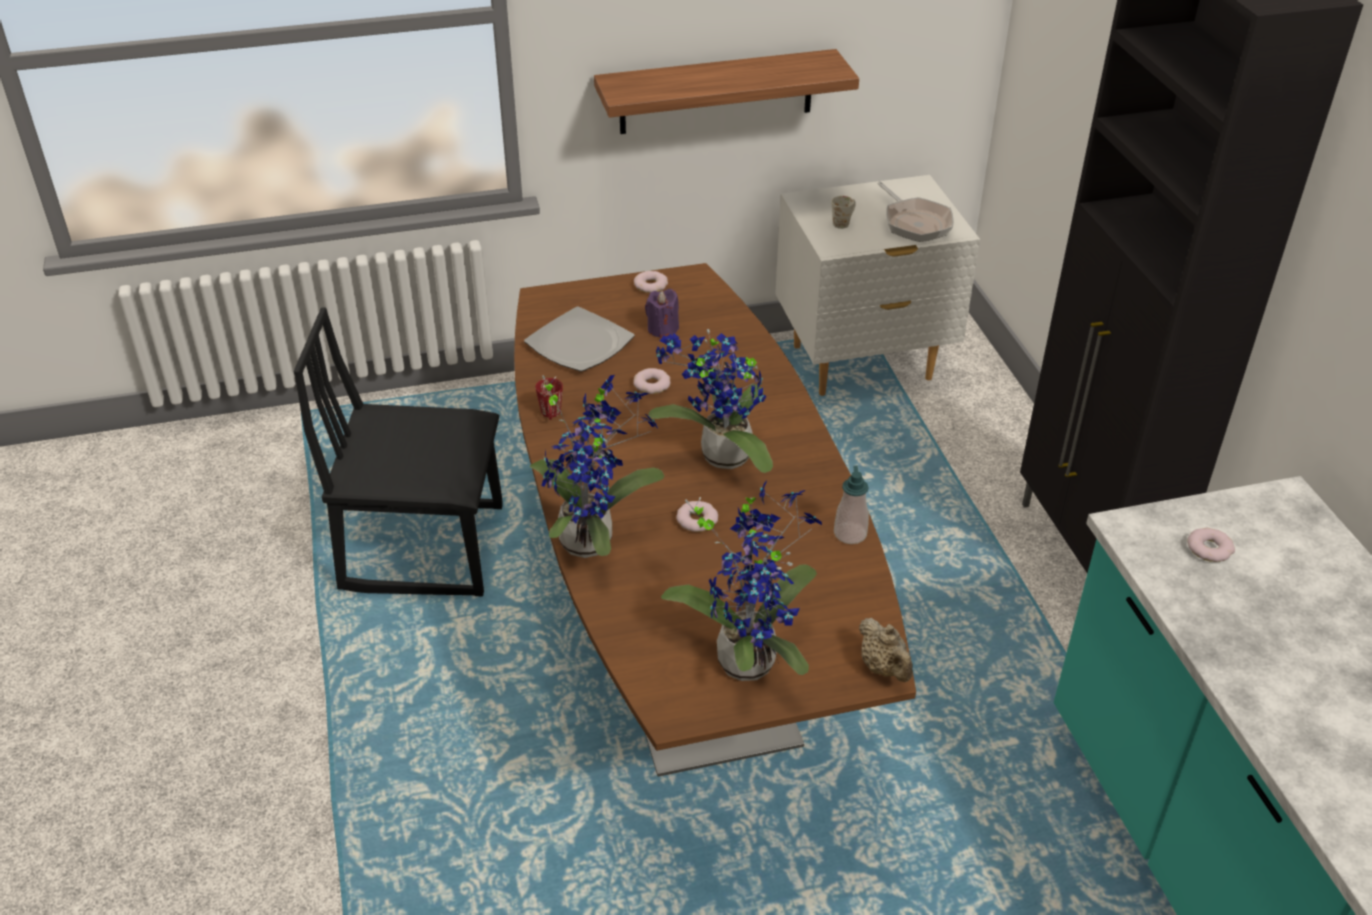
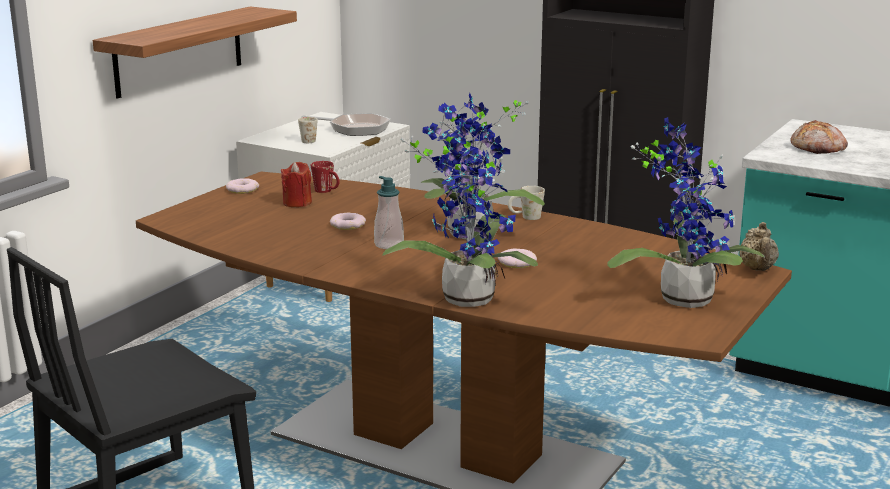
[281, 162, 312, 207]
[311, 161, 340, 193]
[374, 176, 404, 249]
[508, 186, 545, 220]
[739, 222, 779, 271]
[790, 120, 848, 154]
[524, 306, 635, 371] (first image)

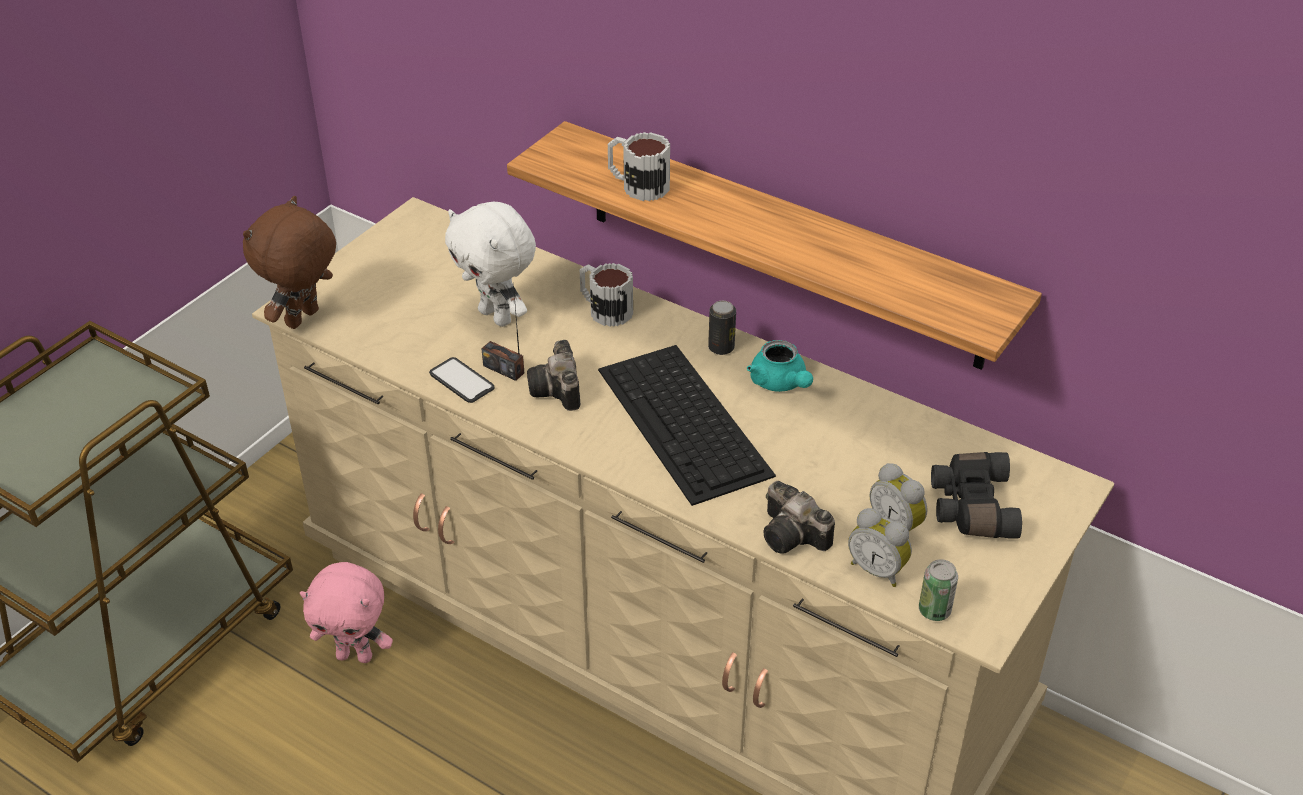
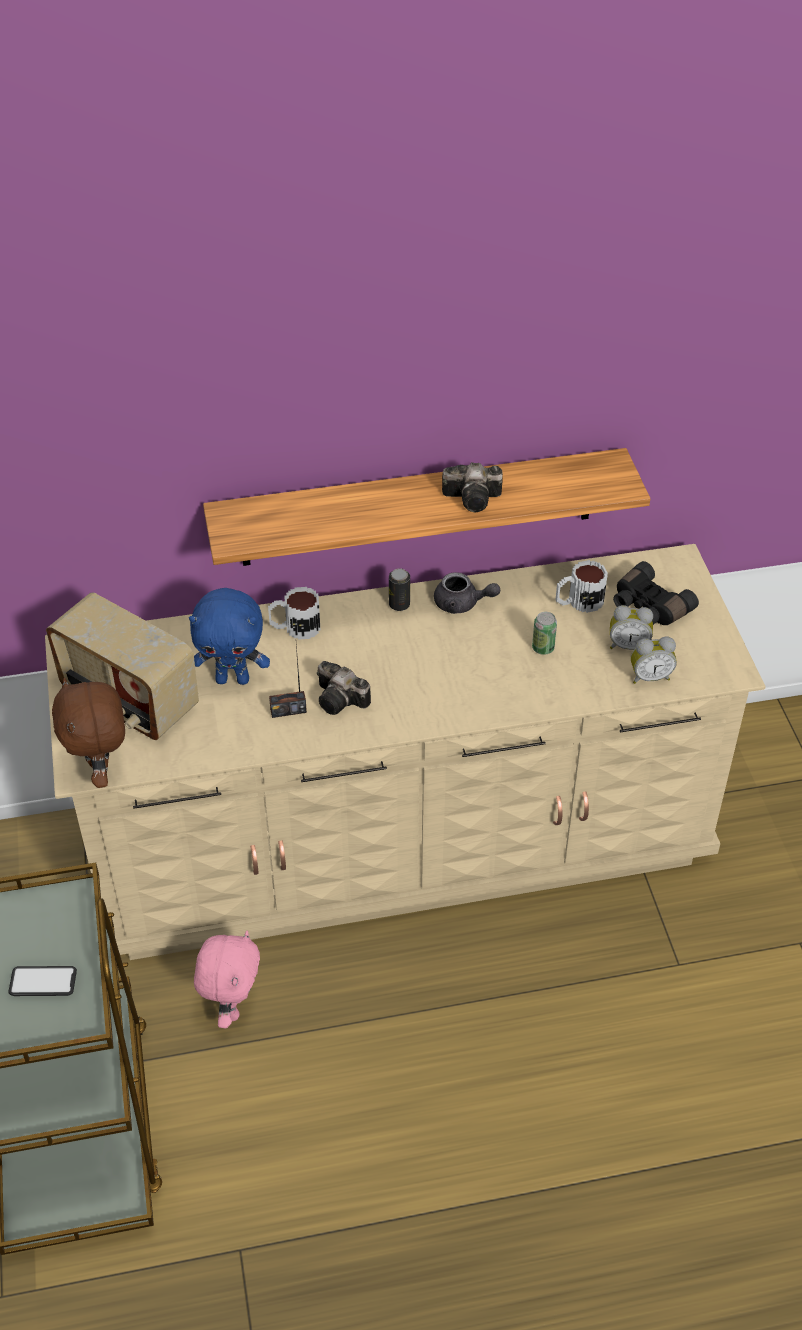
[8, 966, 77, 996]
[46, 592, 199, 740]
[189, 588, 270, 685]
[194, 930, 260, 1029]
[434, 572, 500, 614]
[442, 462, 503, 512]
[532, 612, 557, 655]
[555, 560, 608, 613]
[598, 345, 776, 506] (first image)

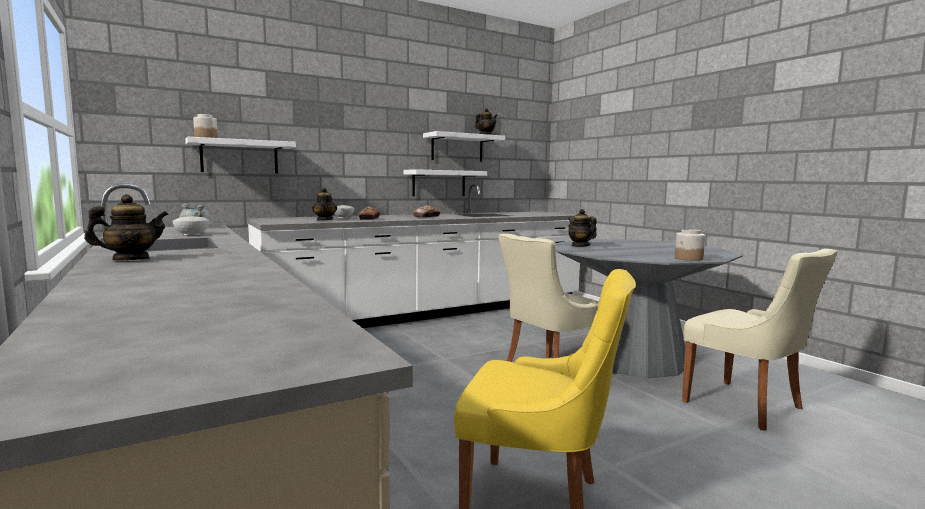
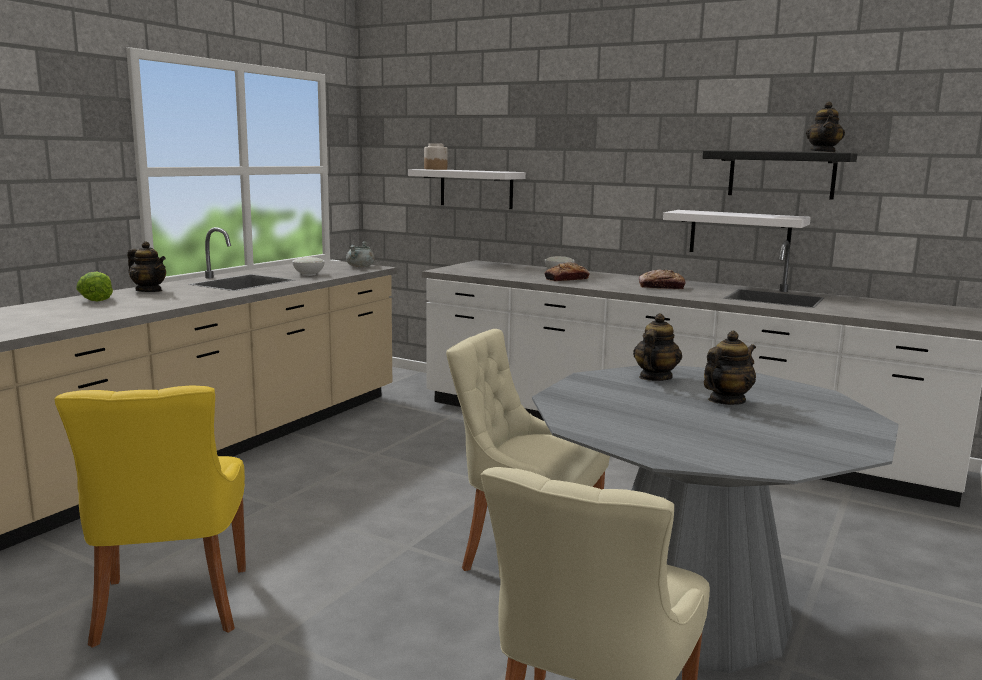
[76, 272, 113, 302]
[702, 151, 857, 199]
[704, 331, 756, 405]
[675, 229, 705, 261] (first image)

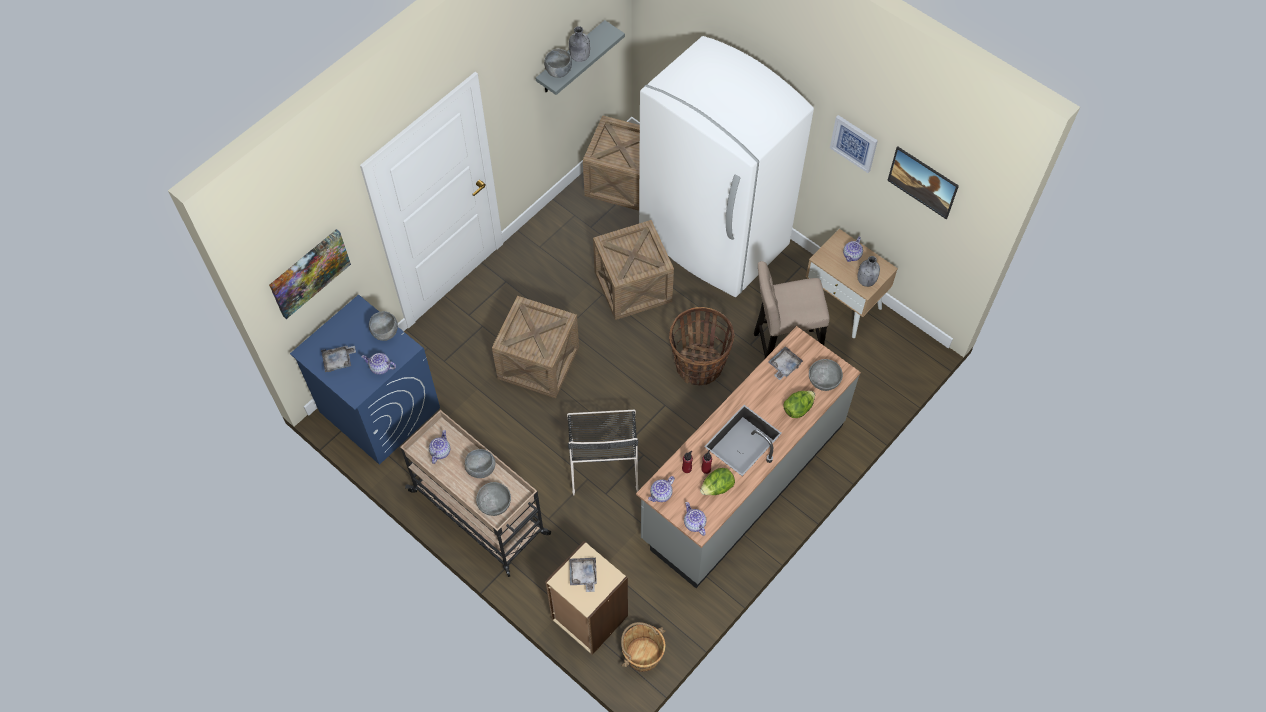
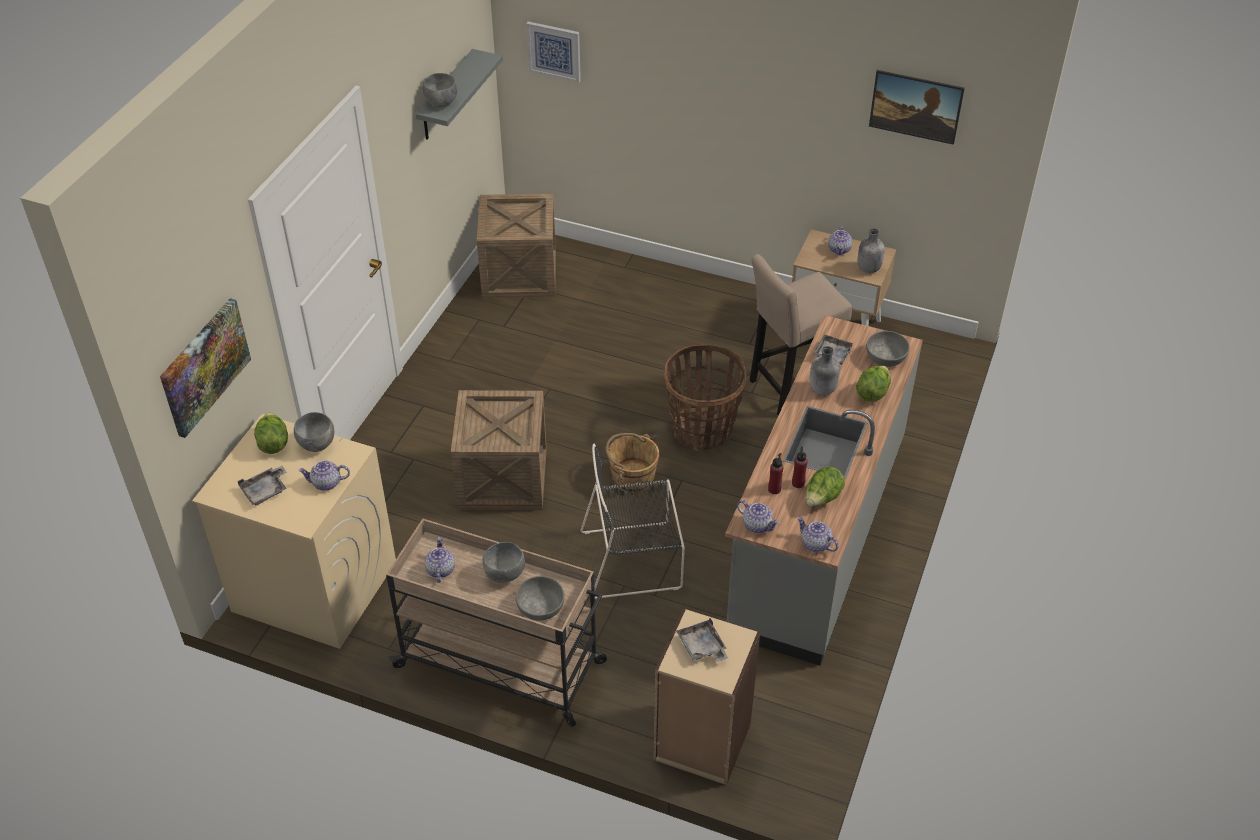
[192, 414, 396, 649]
[254, 413, 288, 454]
[526, 21, 581, 83]
[580, 444, 685, 599]
[606, 433, 659, 493]
[737, 500, 780, 533]
[810, 346, 840, 395]
[593, 220, 674, 320] (first image)
[639, 36, 814, 297] (first image)

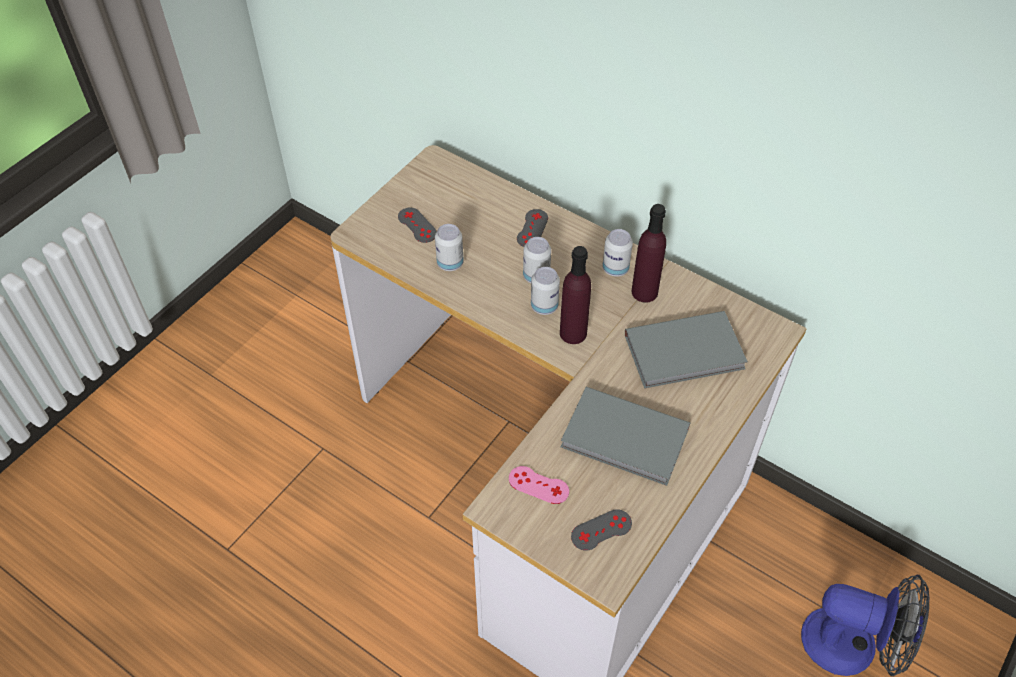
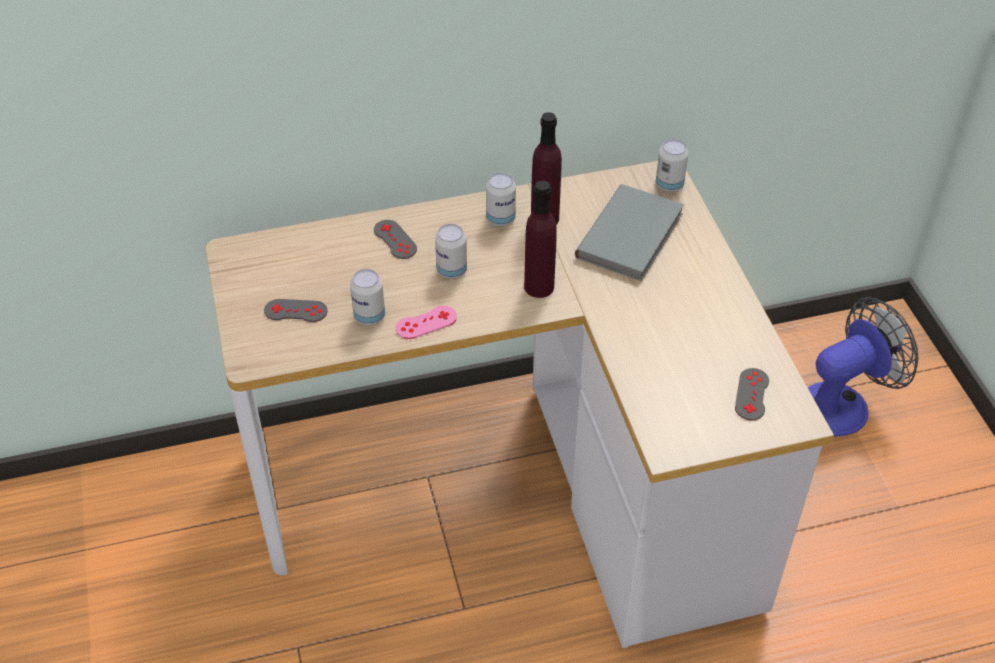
[396, 306, 457, 339]
[656, 139, 688, 192]
[561, 387, 690, 486] (first image)

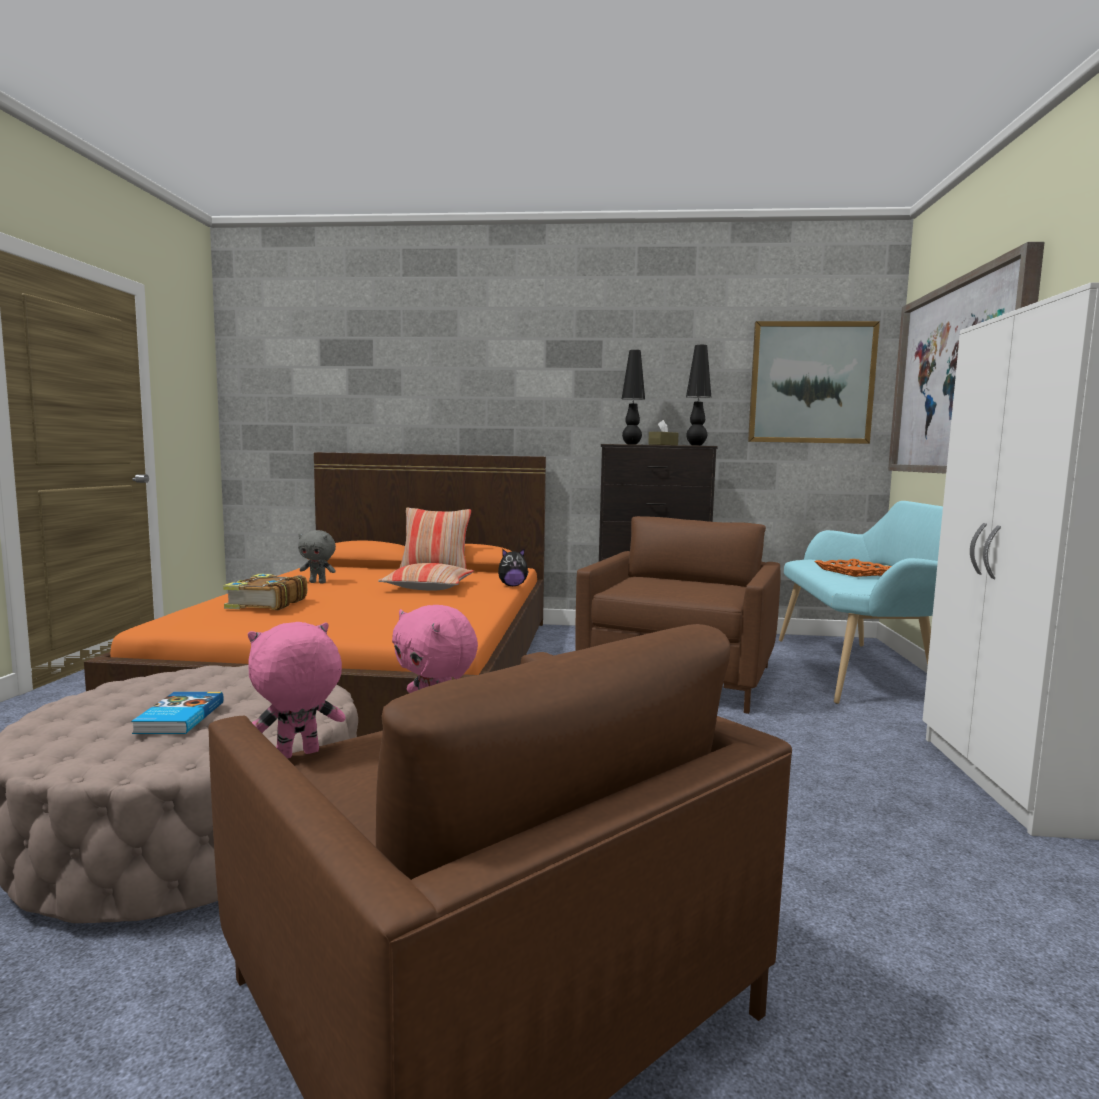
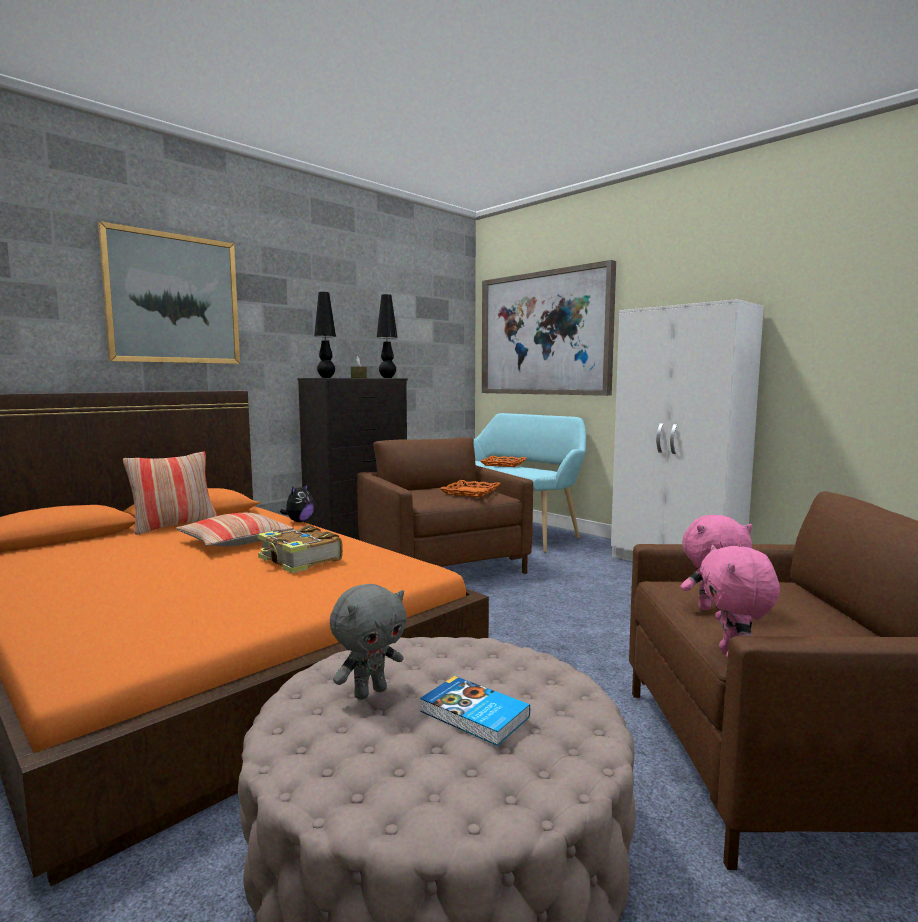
[98, 221, 240, 364]
[257, 525, 343, 573]
[330, 584, 407, 700]
[440, 480, 501, 497]

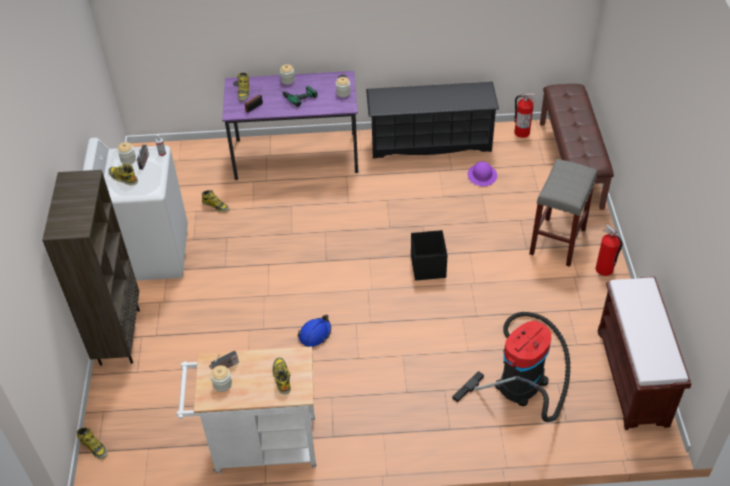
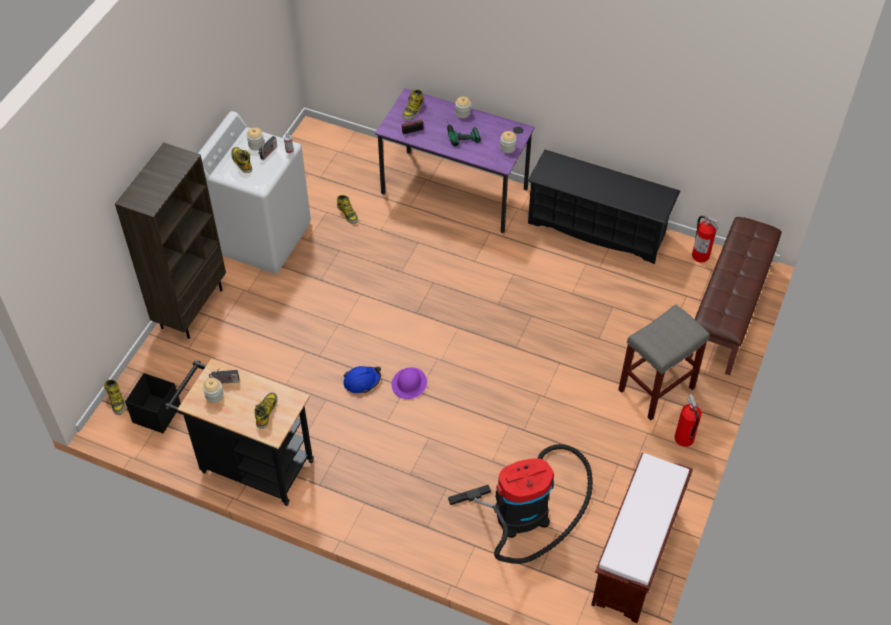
[125, 373, 181, 433]
[164, 359, 314, 506]
[391, 367, 427, 399]

